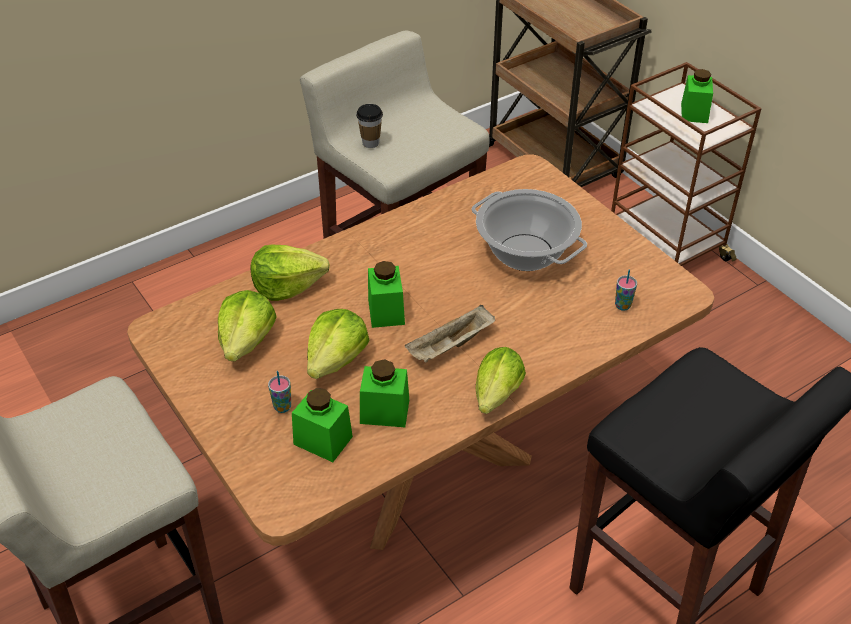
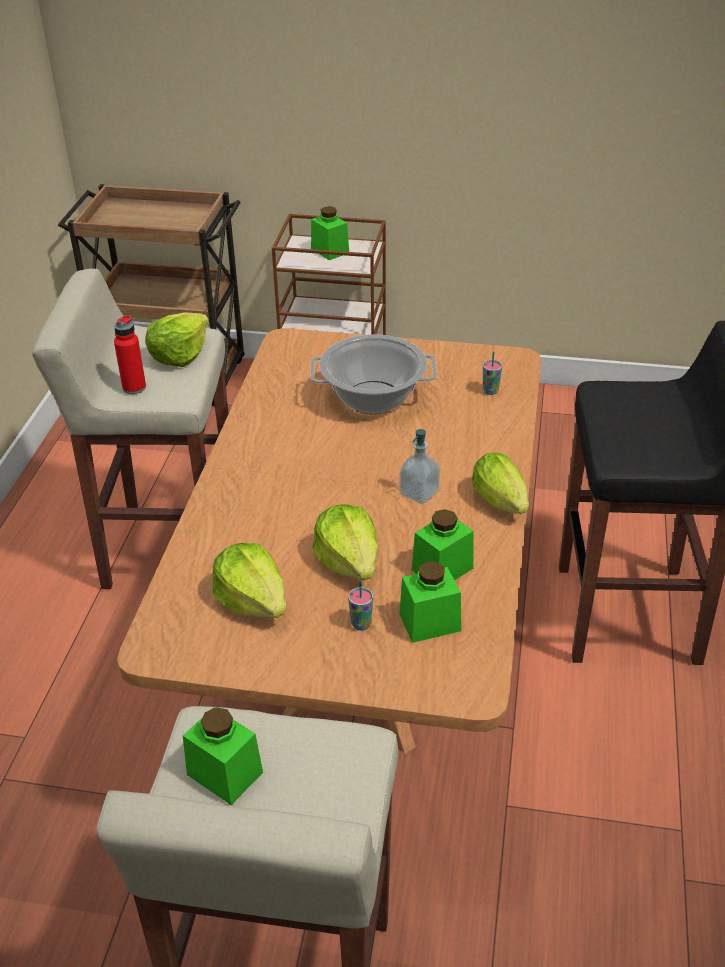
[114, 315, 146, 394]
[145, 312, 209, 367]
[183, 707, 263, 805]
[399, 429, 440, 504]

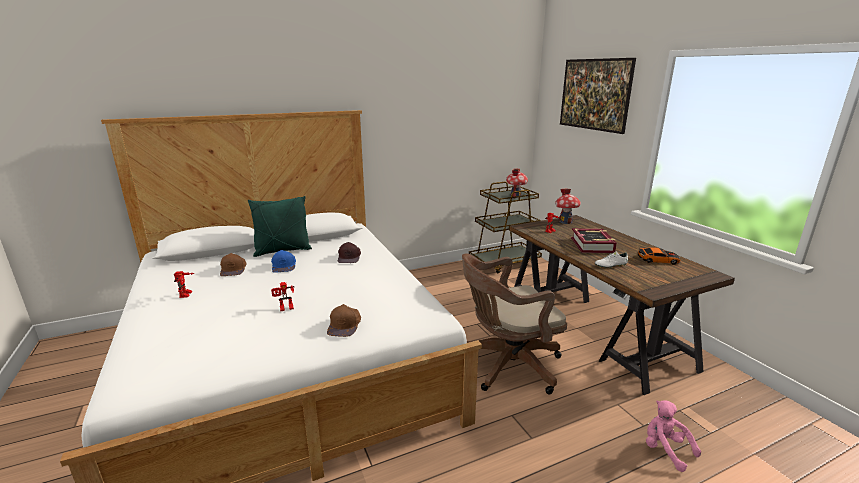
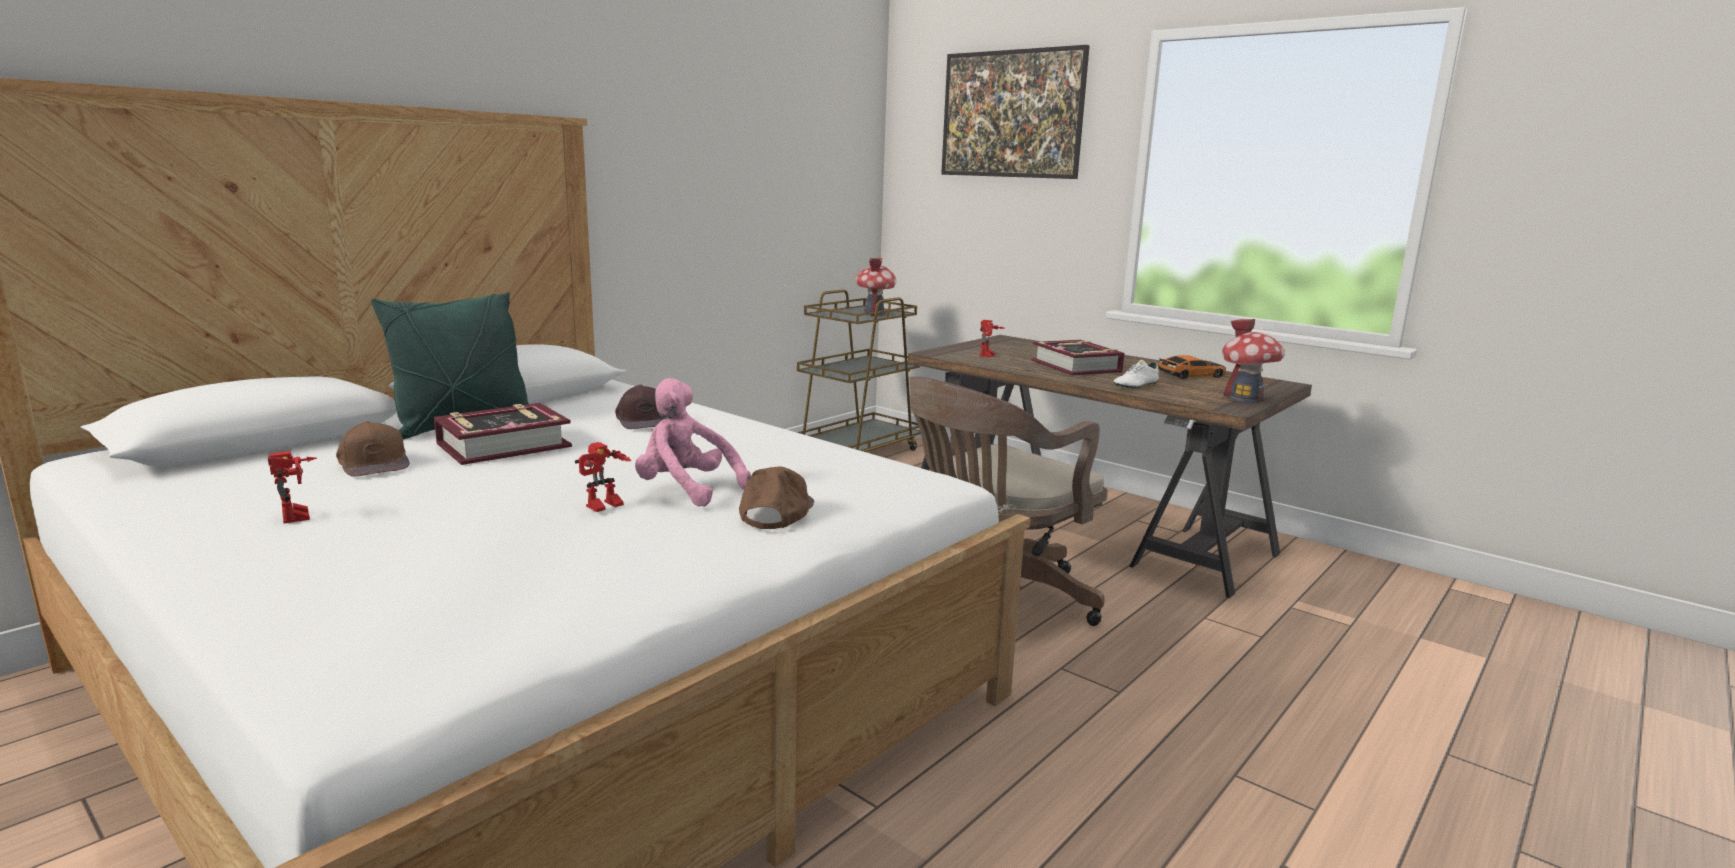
[434, 403, 572, 465]
[635, 378, 751, 507]
[739, 467, 814, 529]
[1222, 319, 1285, 403]

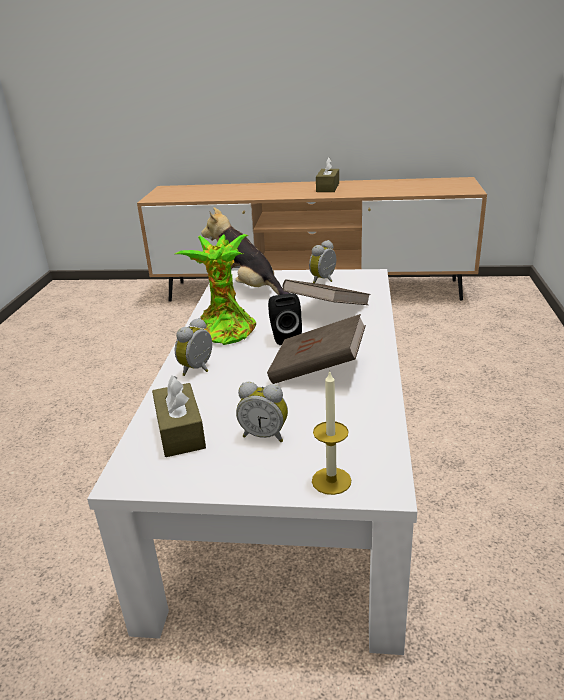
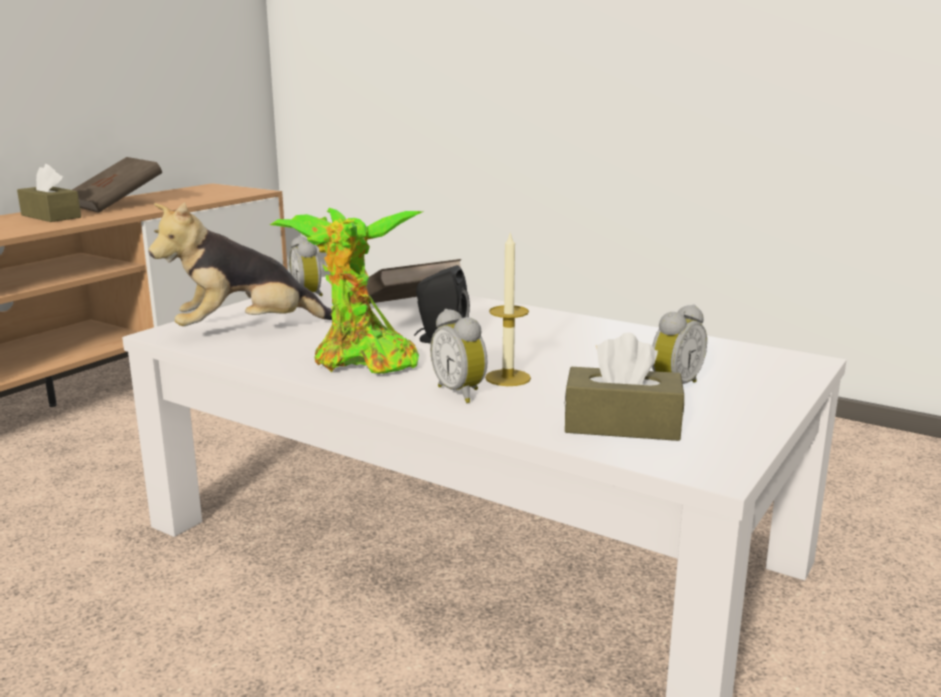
[72, 157, 162, 213]
[485, 231, 531, 386]

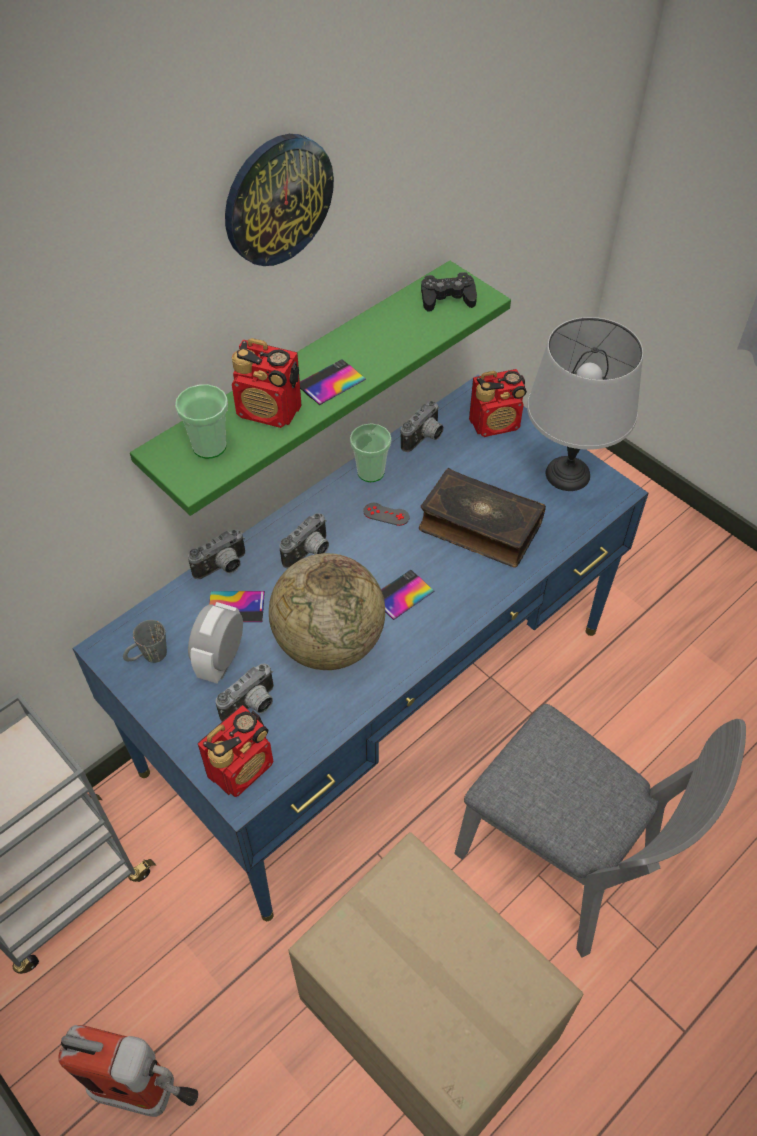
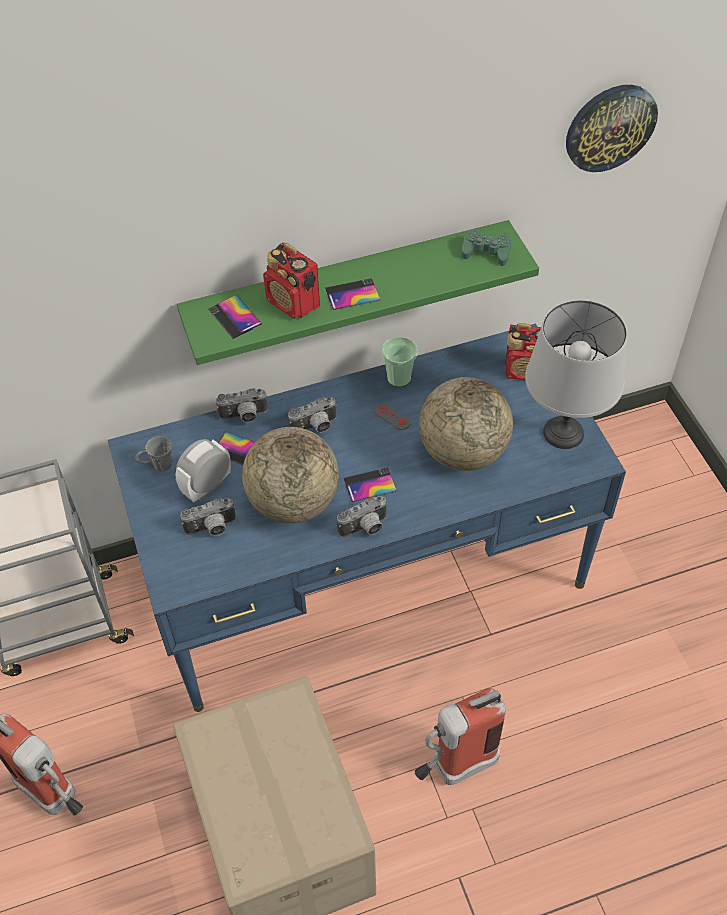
[208, 295, 262, 339]
[337, 496, 388, 537]
[415, 688, 506, 785]
[419, 377, 513, 471]
[462, 228, 511, 266]
[566, 85, 658, 172]
[198, 705, 273, 797] (first image)

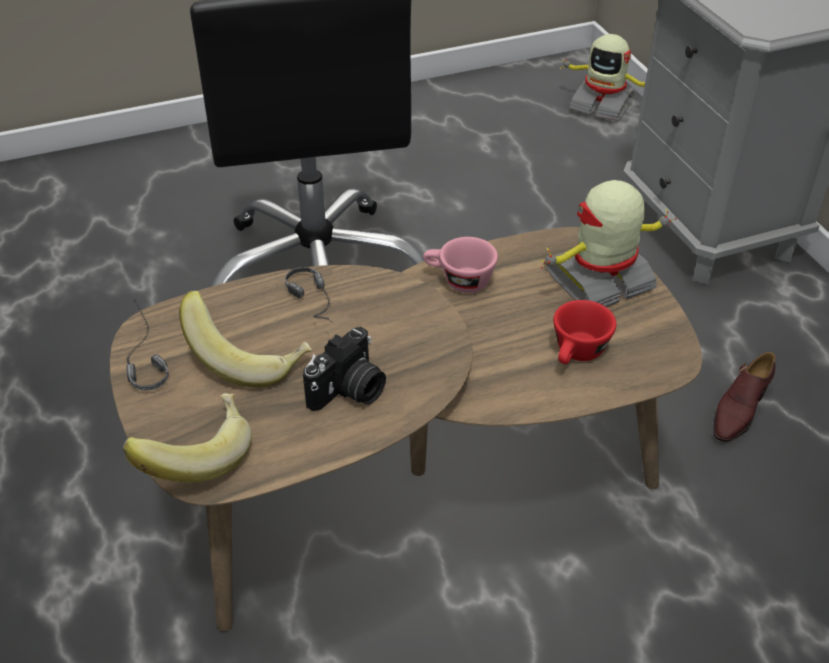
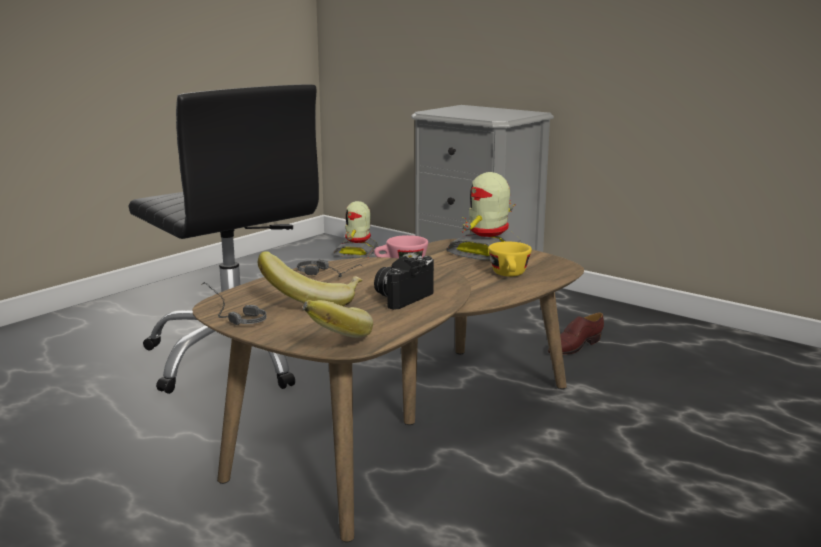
[333, 201, 378, 258]
[374, 256, 434, 310]
[488, 242, 532, 277]
[548, 313, 604, 355]

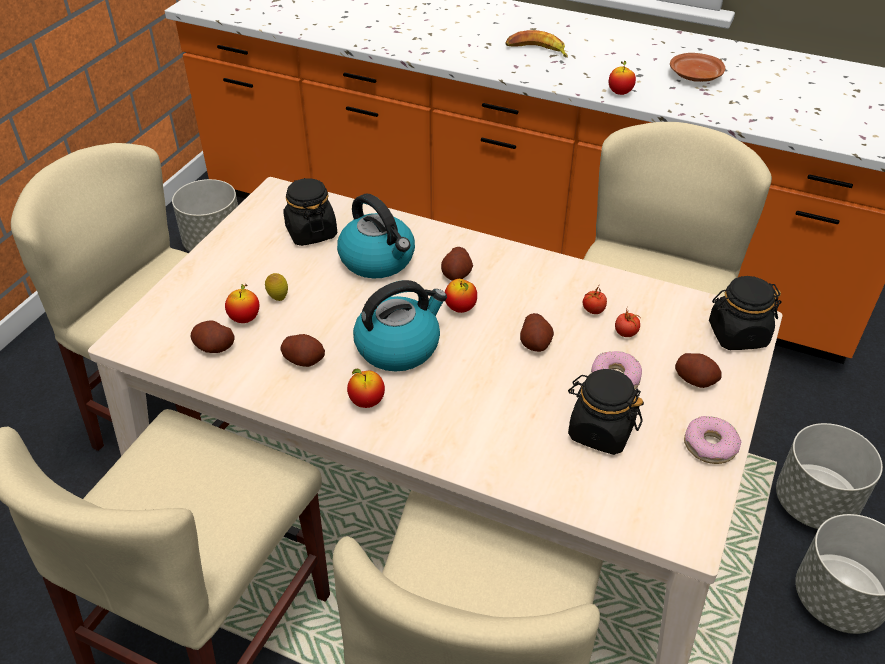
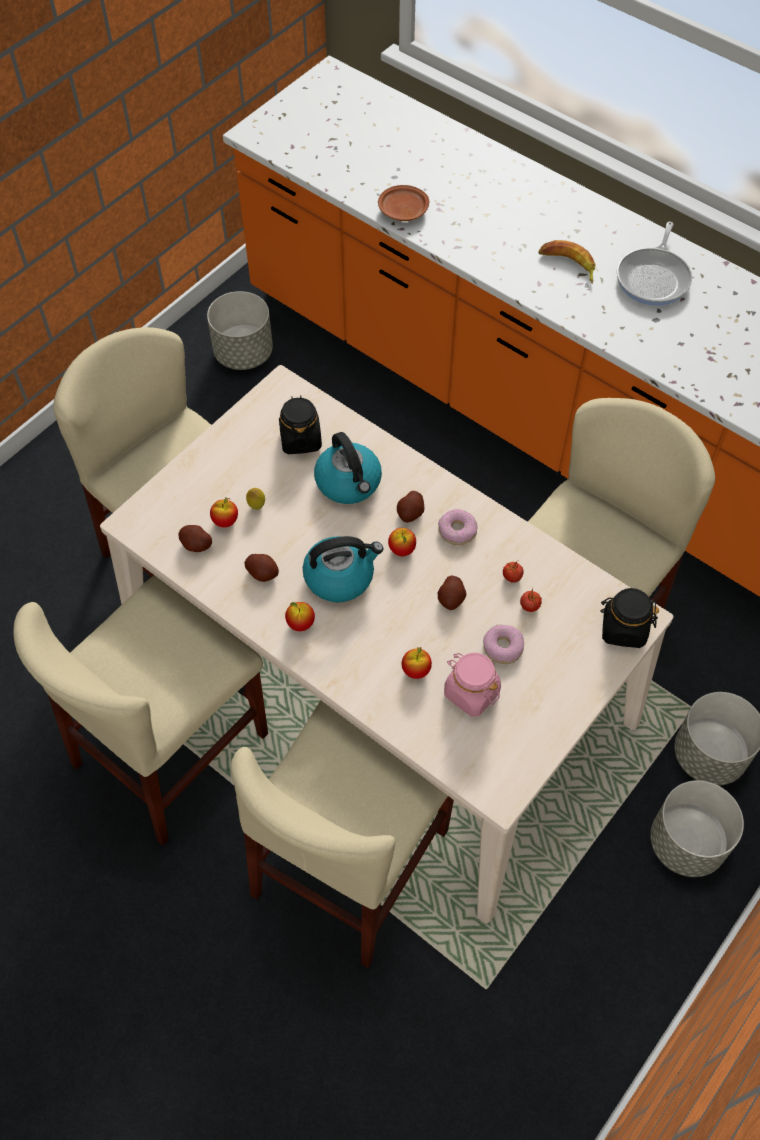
[378, 185, 429, 221]
[402, 647, 432, 679]
[438, 509, 478, 545]
[444, 653, 501, 717]
[617, 222, 692, 306]
[675, 353, 722, 388] (first image)

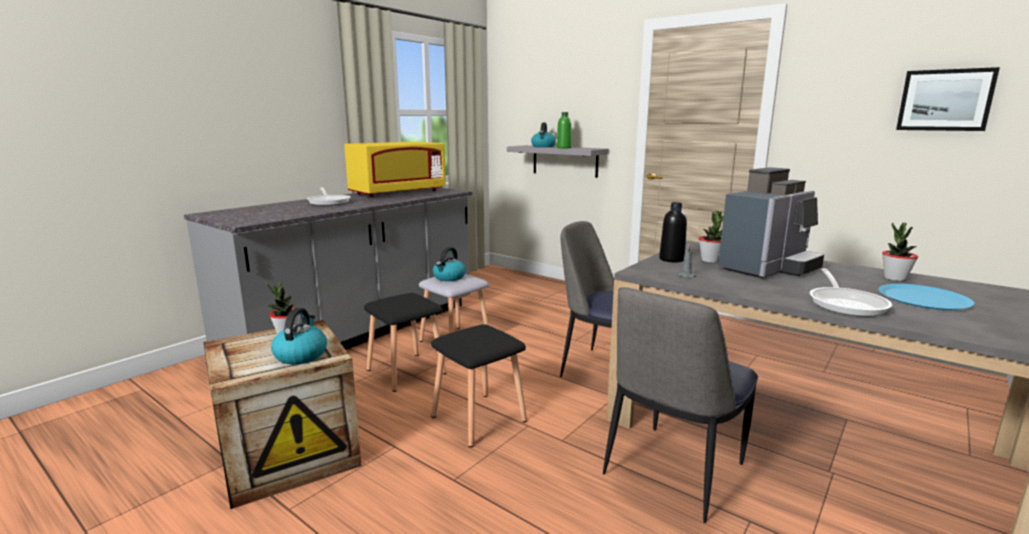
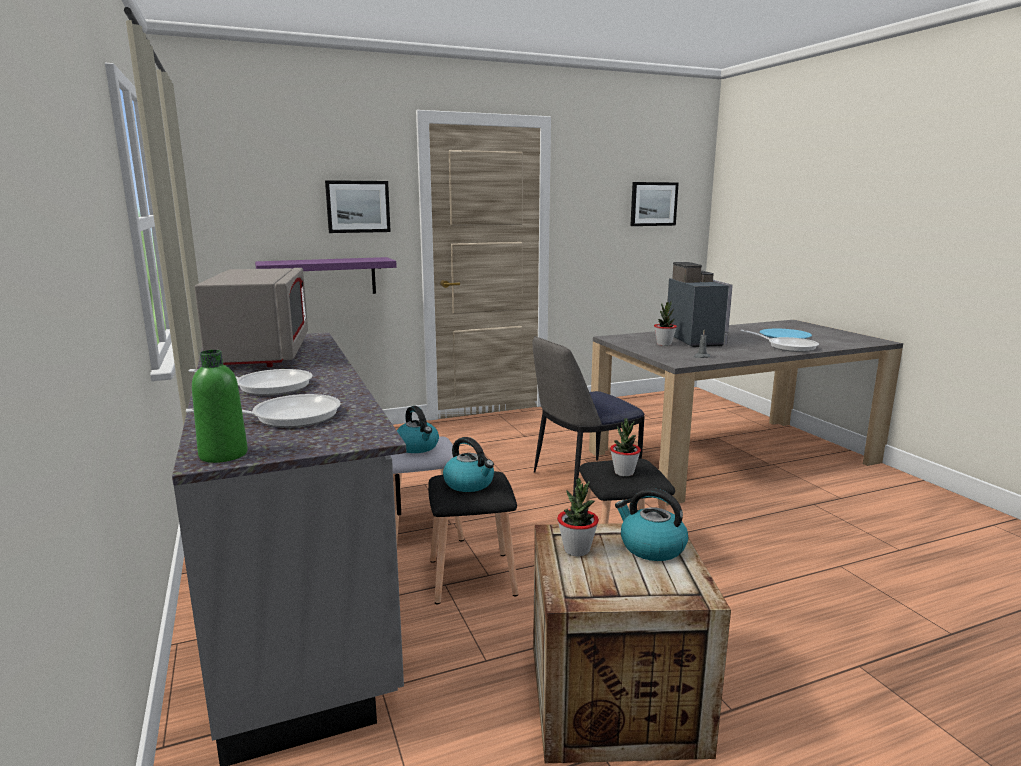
[186, 394, 341, 428]
[192, 350, 248, 463]
[195, 268, 308, 367]
[255, 257, 397, 294]
[325, 180, 391, 233]
[443, 437, 494, 492]
[610, 418, 641, 477]
[603, 287, 758, 523] (first image)
[659, 202, 687, 263] (first image)

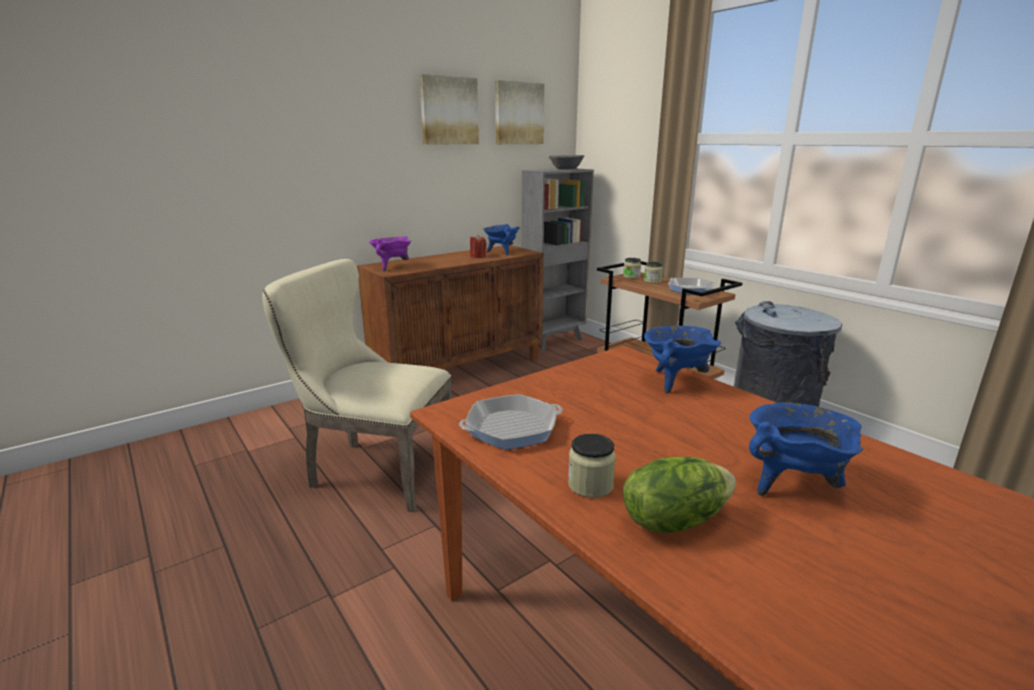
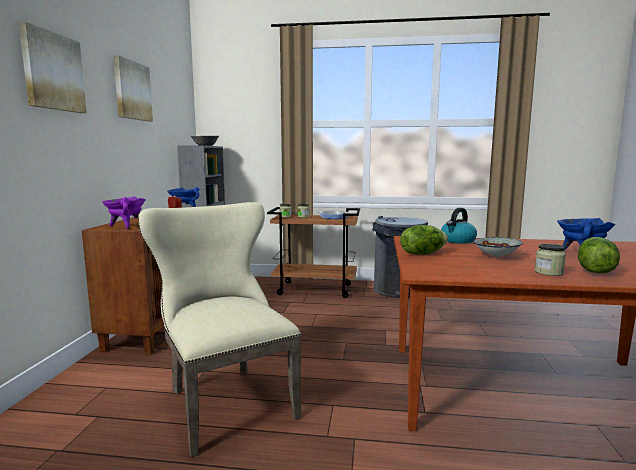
[19, 22, 87, 113]
[138, 202, 302, 457]
[400, 225, 448, 255]
[441, 208, 477, 244]
[474, 237, 523, 257]
[459, 394, 562, 450] (first image)

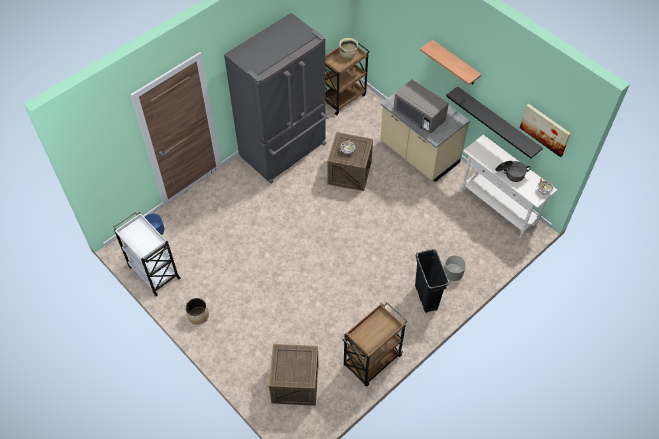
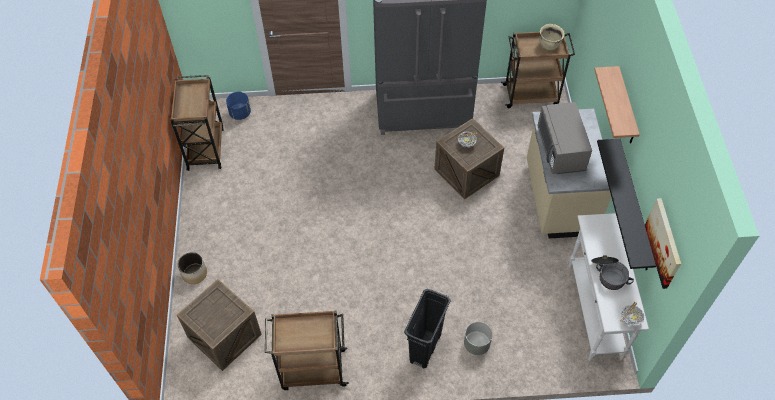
[170, 75, 224, 171]
[178, 252, 207, 284]

